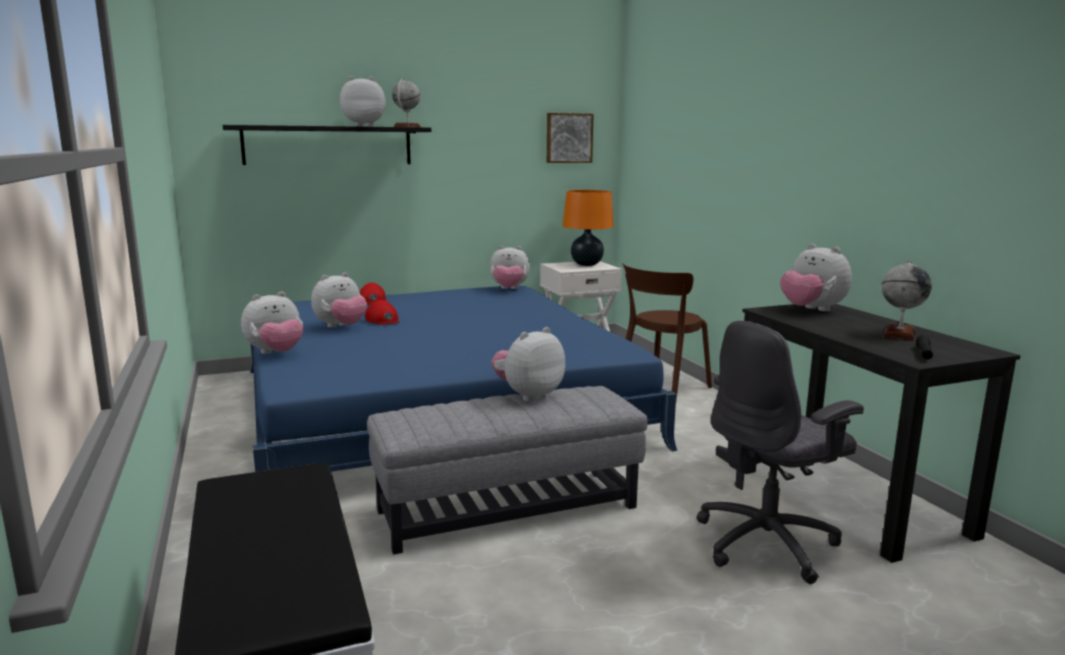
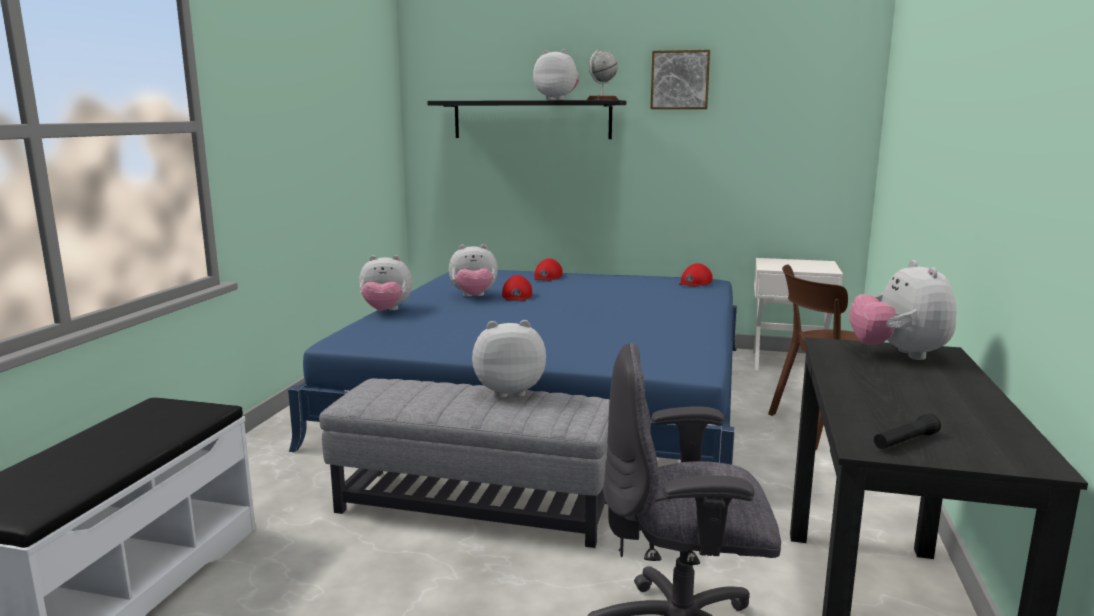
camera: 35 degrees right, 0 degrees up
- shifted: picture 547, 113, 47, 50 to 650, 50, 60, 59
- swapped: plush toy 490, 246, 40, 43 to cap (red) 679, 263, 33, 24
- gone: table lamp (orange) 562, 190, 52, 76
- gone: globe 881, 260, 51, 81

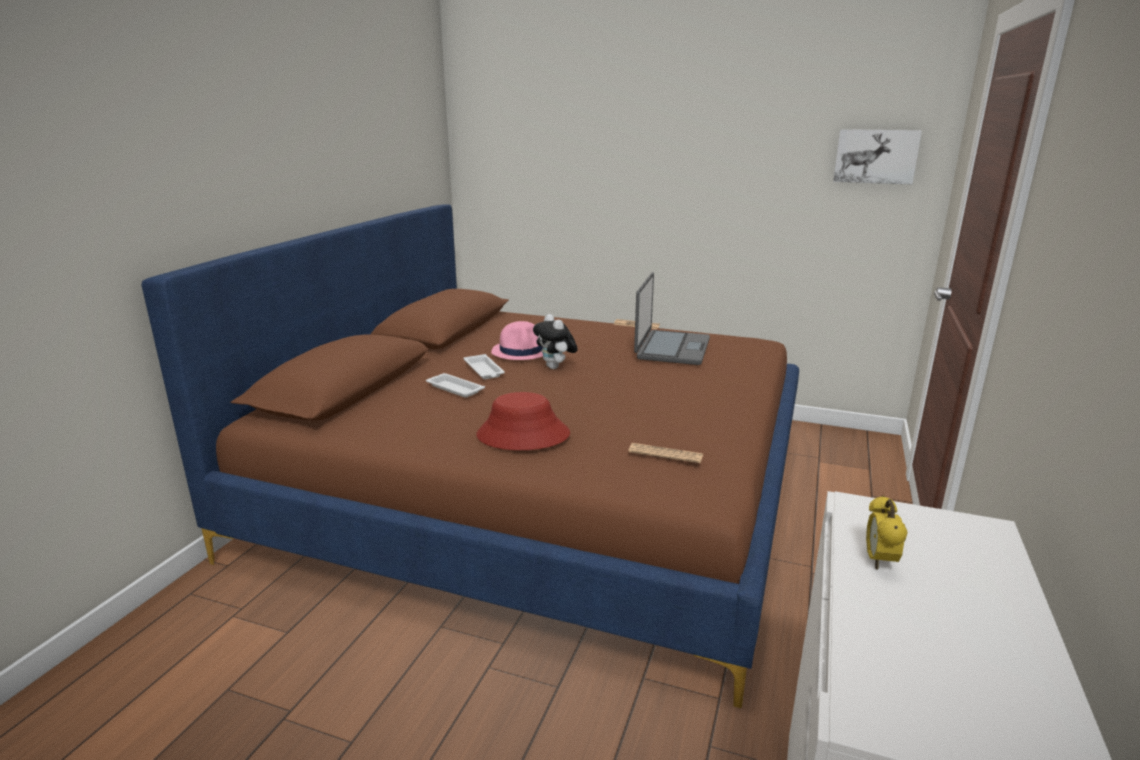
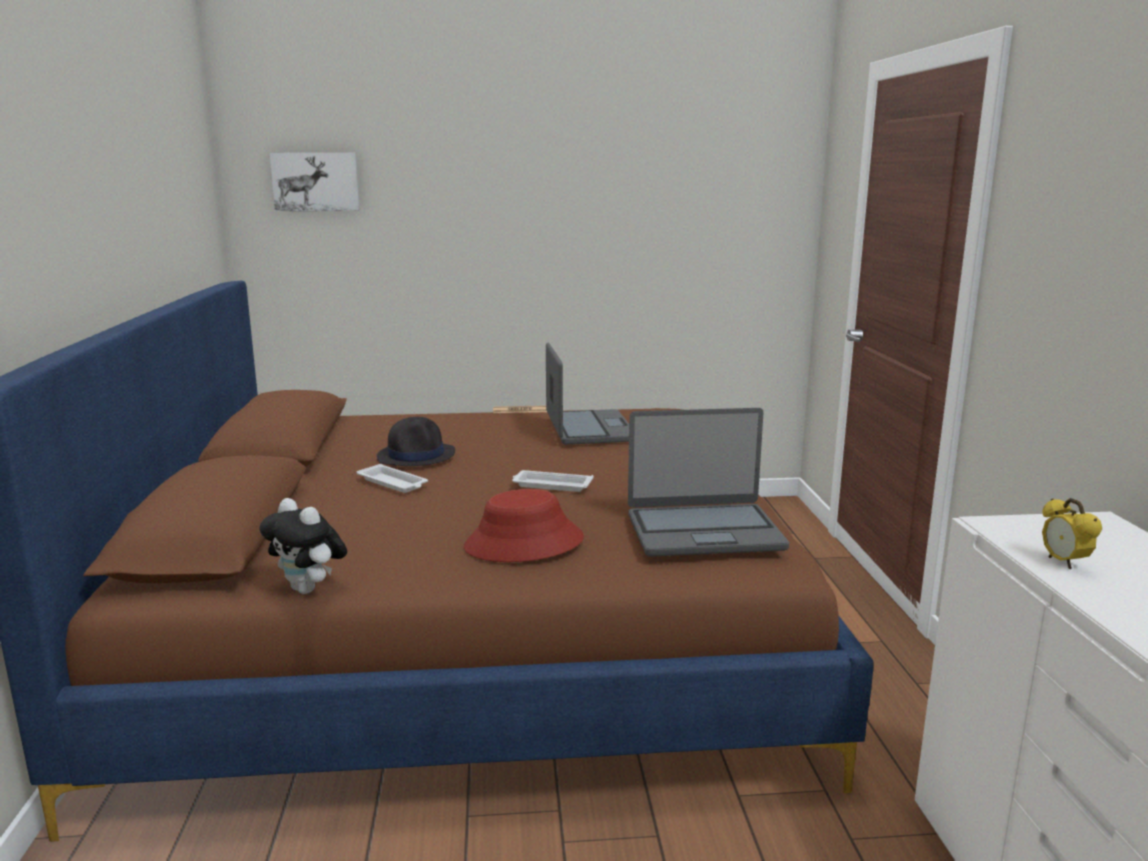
camera: 25 degrees left, 5 degrees down
- shifted: plush toy 533, 314, 45, 55 to 259, 498, 88, 96
- shifted: picture 833, 129, 89, 56 to 270, 153, 90, 58
- repainted: hat (pink) 491, 321, 52, 39 to hat (black) 377, 417, 78, 49
- shifted: tray (white) 426, 373, 59, 25 to 512, 470, 82, 22
- swapped: newspaper 628, 443, 75, 20 to laptop 628, 408, 161, 149

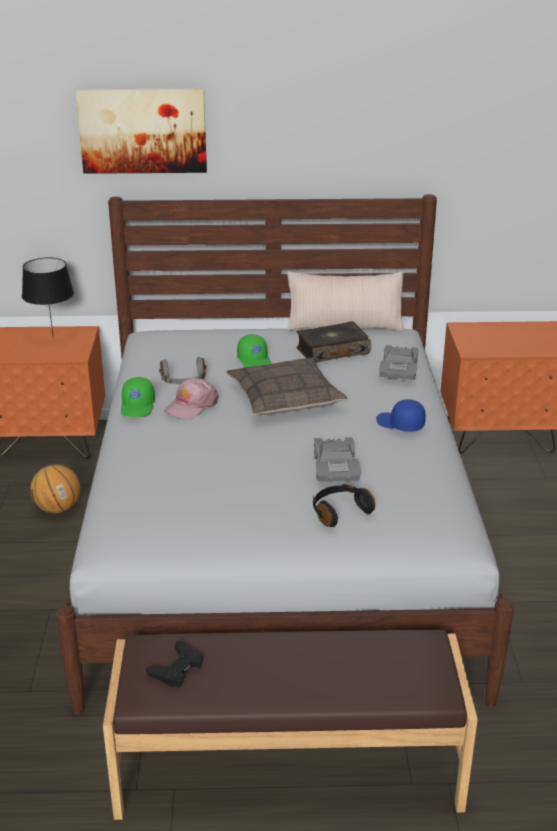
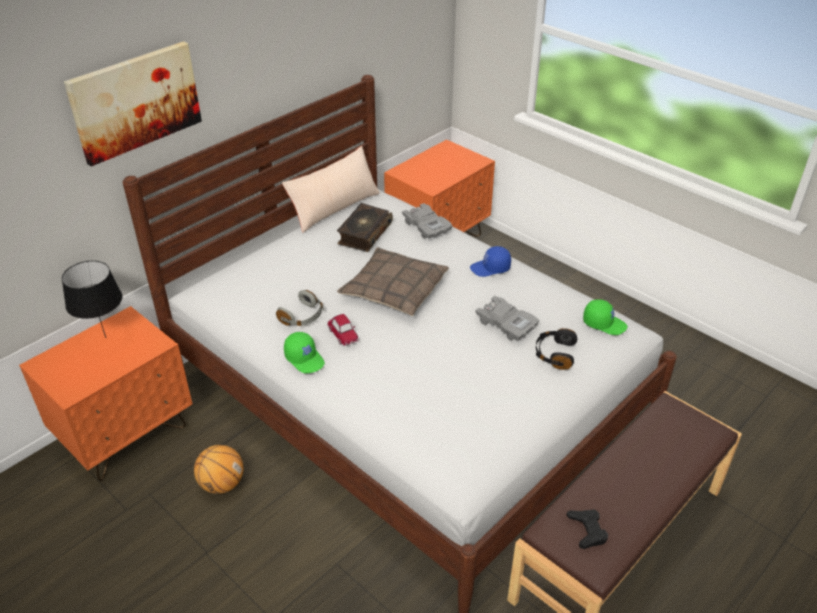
camera: 45 degrees left, 10 degrees up
- swapped: cap (pink) 164, 377, 54, 43 to toy car 327, 314, 32, 32
- shifted: cap (green) 237, 334, 34, 33 to 583, 299, 44, 36

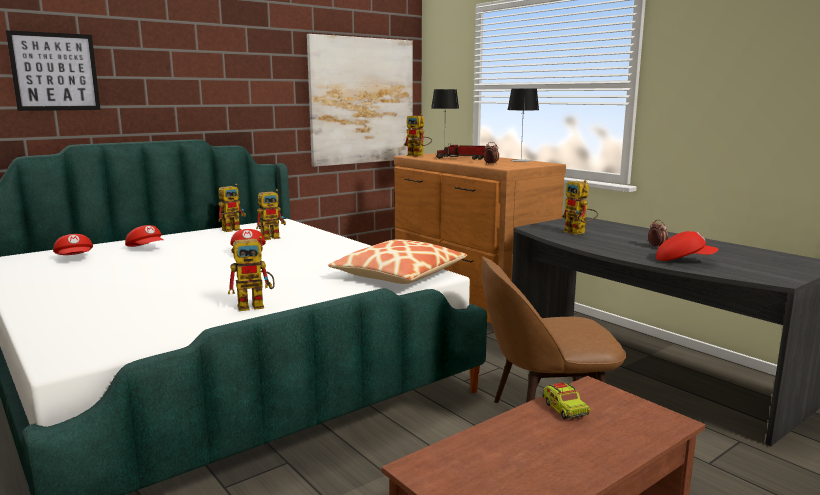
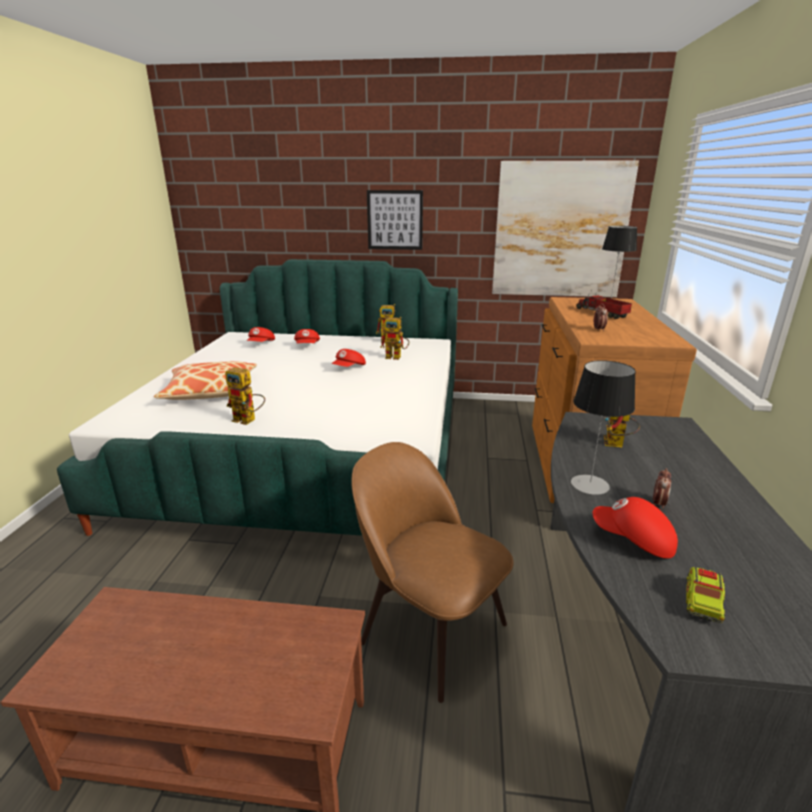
camera: 45 degrees right, 10 degrees up
- shifted: pillow 328, 239, 139, 45 to 154, 361, 103, 39
- shifted: picture 6, 30, 95, 81 to 367, 190, 56, 60
- shifted: table lamp 508, 89, 31, 73 to 571, 360, 65, 135
- rotated: cap (red) 656, 231, 62, 30 = 592, 497, 86, 62 150 degrees clockwise
- shifted: toy truck 542, 382, 49, 37 to 686, 567, 39, 56
- gone: toy robot 404, 114, 28, 43

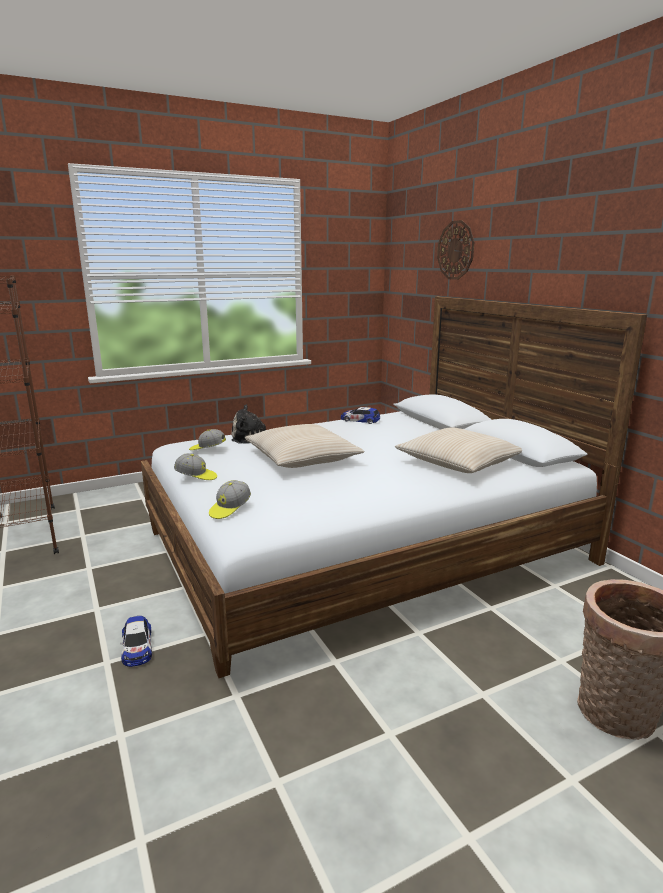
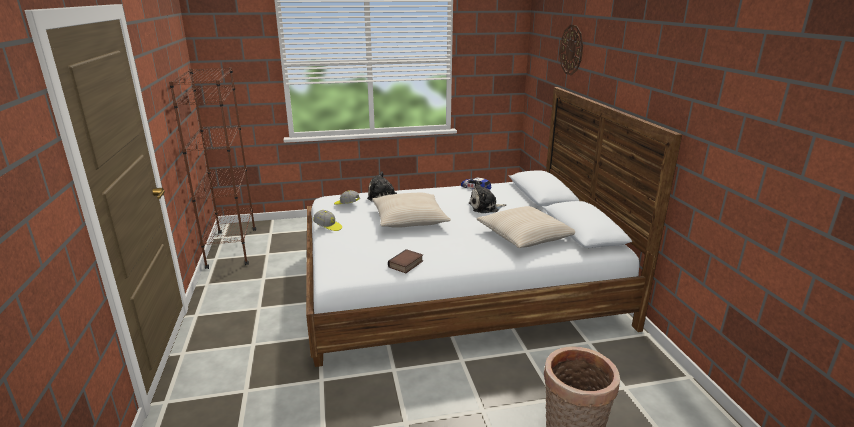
camera: 15 degrees right, 5 degrees up
- new: book 388, 249, 35, 24
- new: plush toy 469, 181, 37, 32
- gone: toy car 120, 616, 32, 51
- gone: cap 209, 480, 42, 39

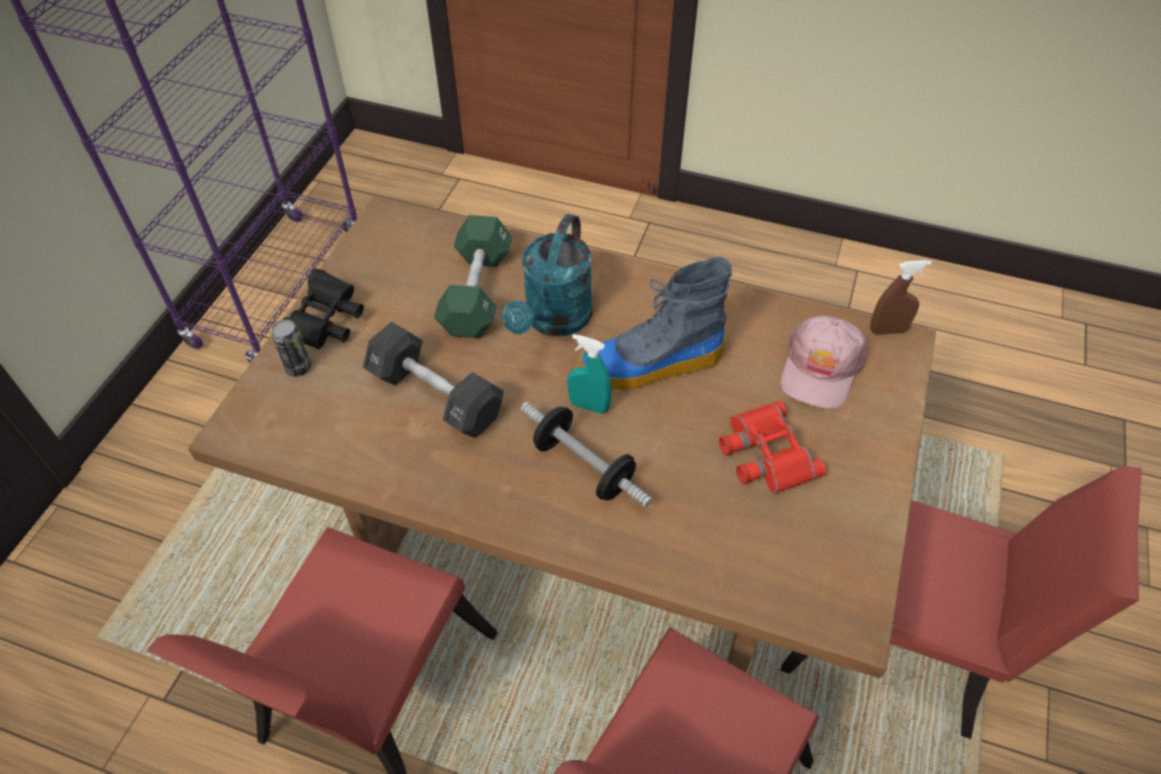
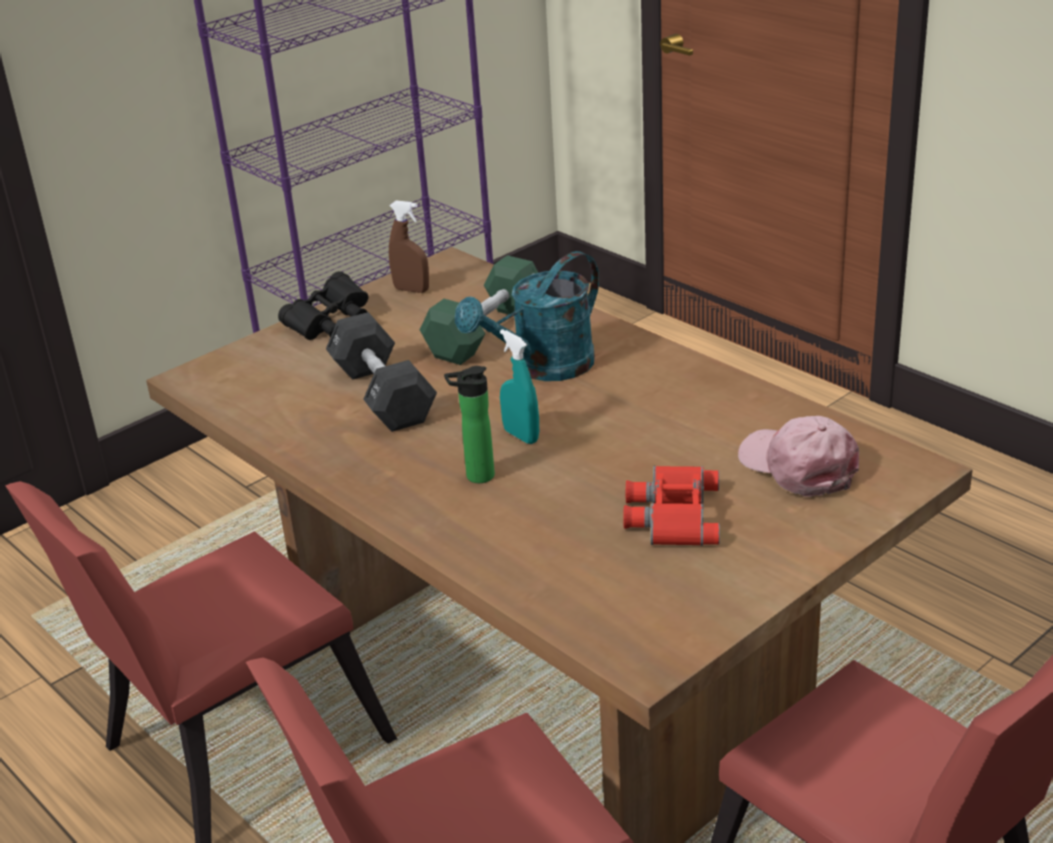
camera: 30 degrees right, 20 degrees down
- shifted: spray bottle (brown) 870, 260, 62, 75 to 389, 200, 40, 93
- swapped: dumbbell 520, 402, 132, 106 to bottle 444, 366, 51, 117
- rotated: cap (pink) 781, 316, 87, 93 = 738, 416, 121, 81 90 degrees clockwise
- gone: can 271, 319, 40, 57
- gone: boot 580, 257, 152, 133

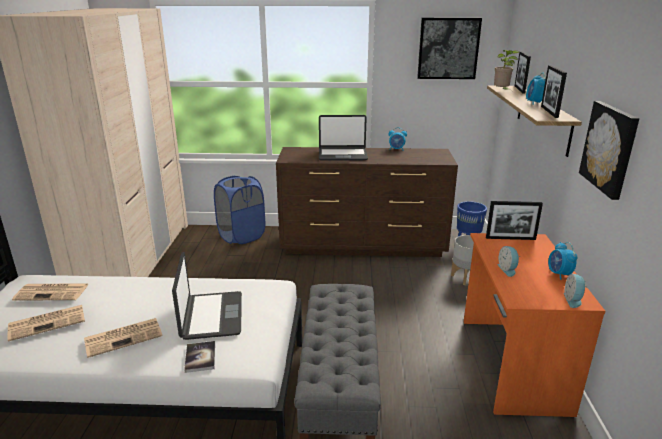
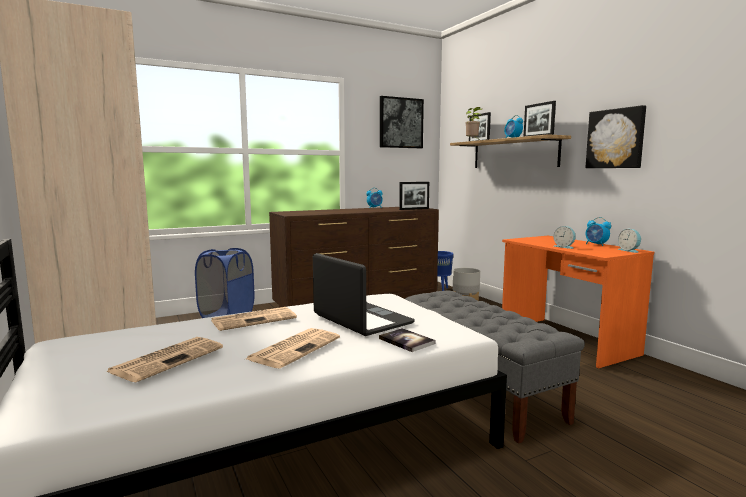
camera: 30 degrees left, 15 degrees down
- shifted: newspaper 12, 283, 77, 18 to 211, 307, 86, 24
- shifted: picture frame 486, 201, 57, 39 to 399, 182, 30, 28
- gone: laptop 319, 115, 49, 46

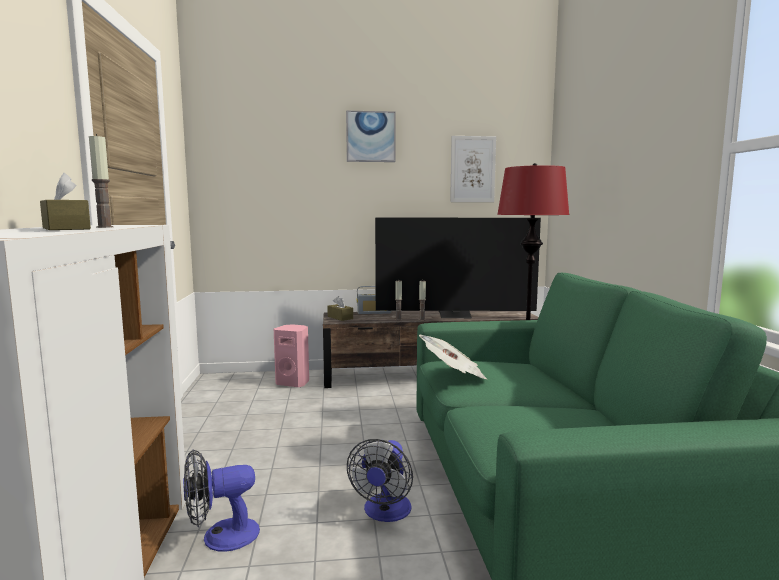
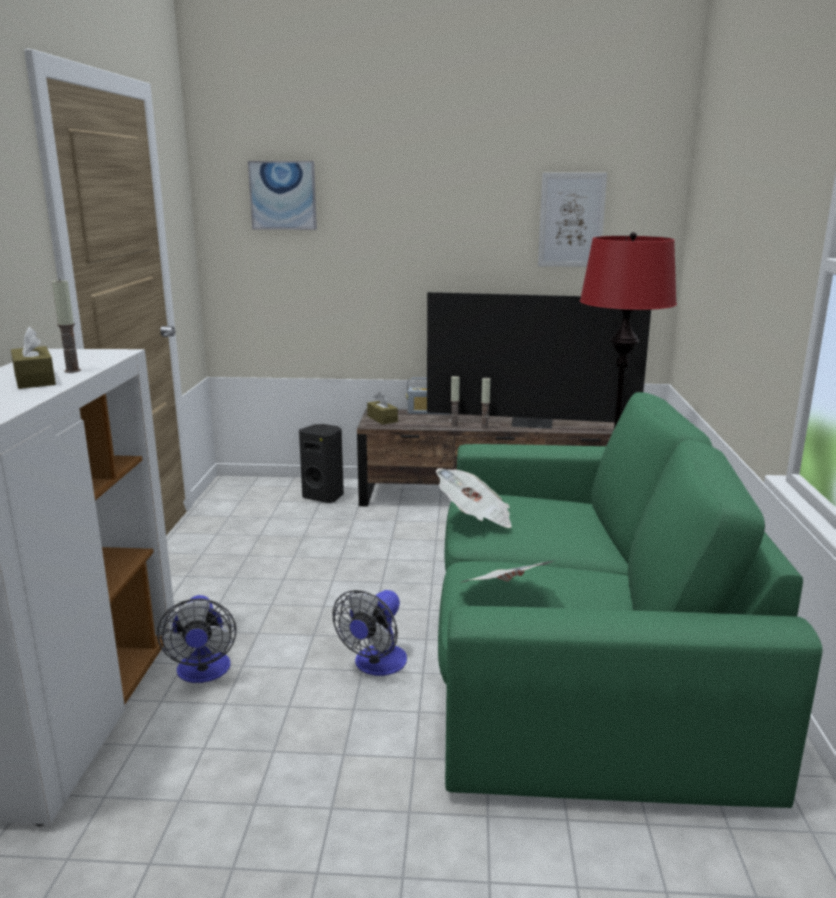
camera: 10 degrees right, 10 degrees up
- rotated: fan 183, 450, 77, 102 = 157, 595, 79, 88 90 degrees counterclockwise
- shifted: picture 346, 111, 50, 51 to 248, 161, 69, 69
- repainted: speaker (pink) 274, 324, 35, 63 to speaker (black) 299, 424, 45, 79
- new: newspaper 458, 561, 95, 22

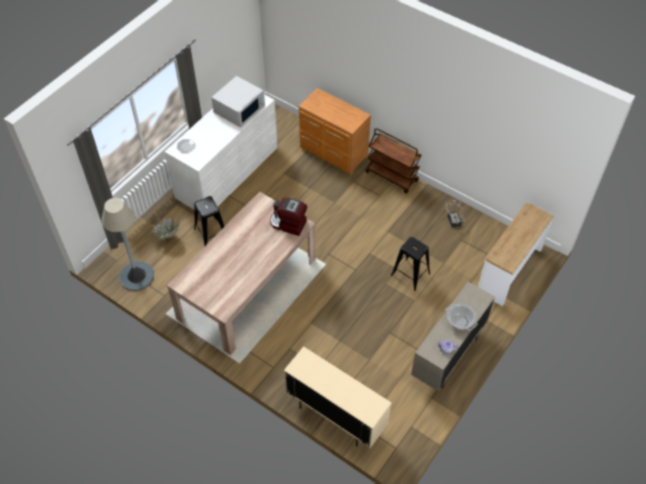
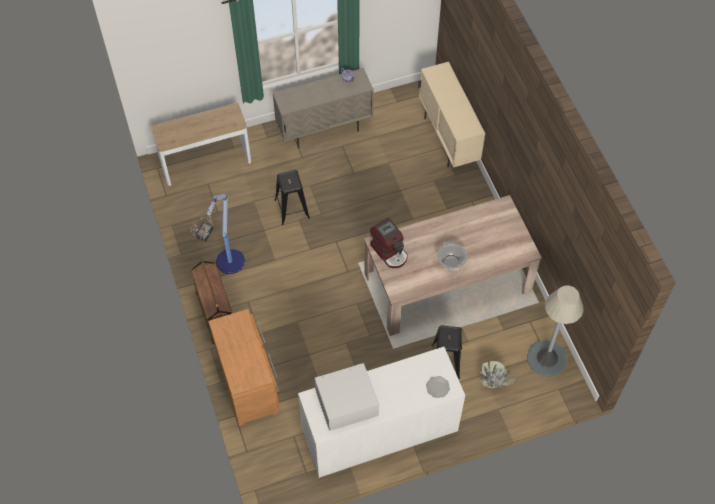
camera: 145 degrees left, 5 degrees up
- new: floor lamp 206, 194, 39, 80
- shifted: cooking pot 446, 304, 31, 27 to 437, 241, 30, 31

